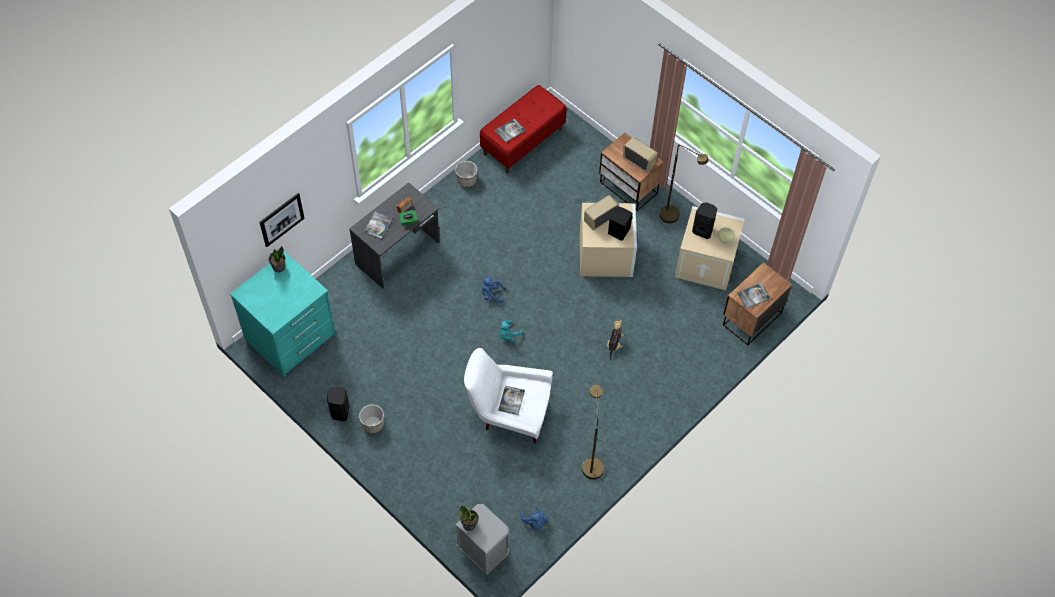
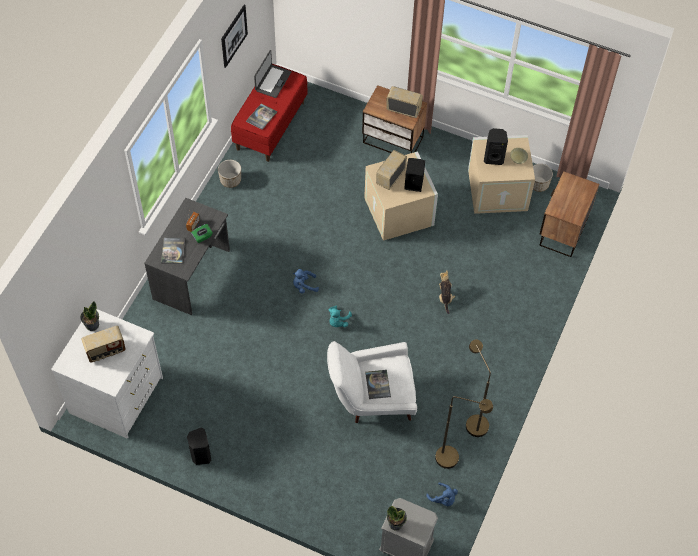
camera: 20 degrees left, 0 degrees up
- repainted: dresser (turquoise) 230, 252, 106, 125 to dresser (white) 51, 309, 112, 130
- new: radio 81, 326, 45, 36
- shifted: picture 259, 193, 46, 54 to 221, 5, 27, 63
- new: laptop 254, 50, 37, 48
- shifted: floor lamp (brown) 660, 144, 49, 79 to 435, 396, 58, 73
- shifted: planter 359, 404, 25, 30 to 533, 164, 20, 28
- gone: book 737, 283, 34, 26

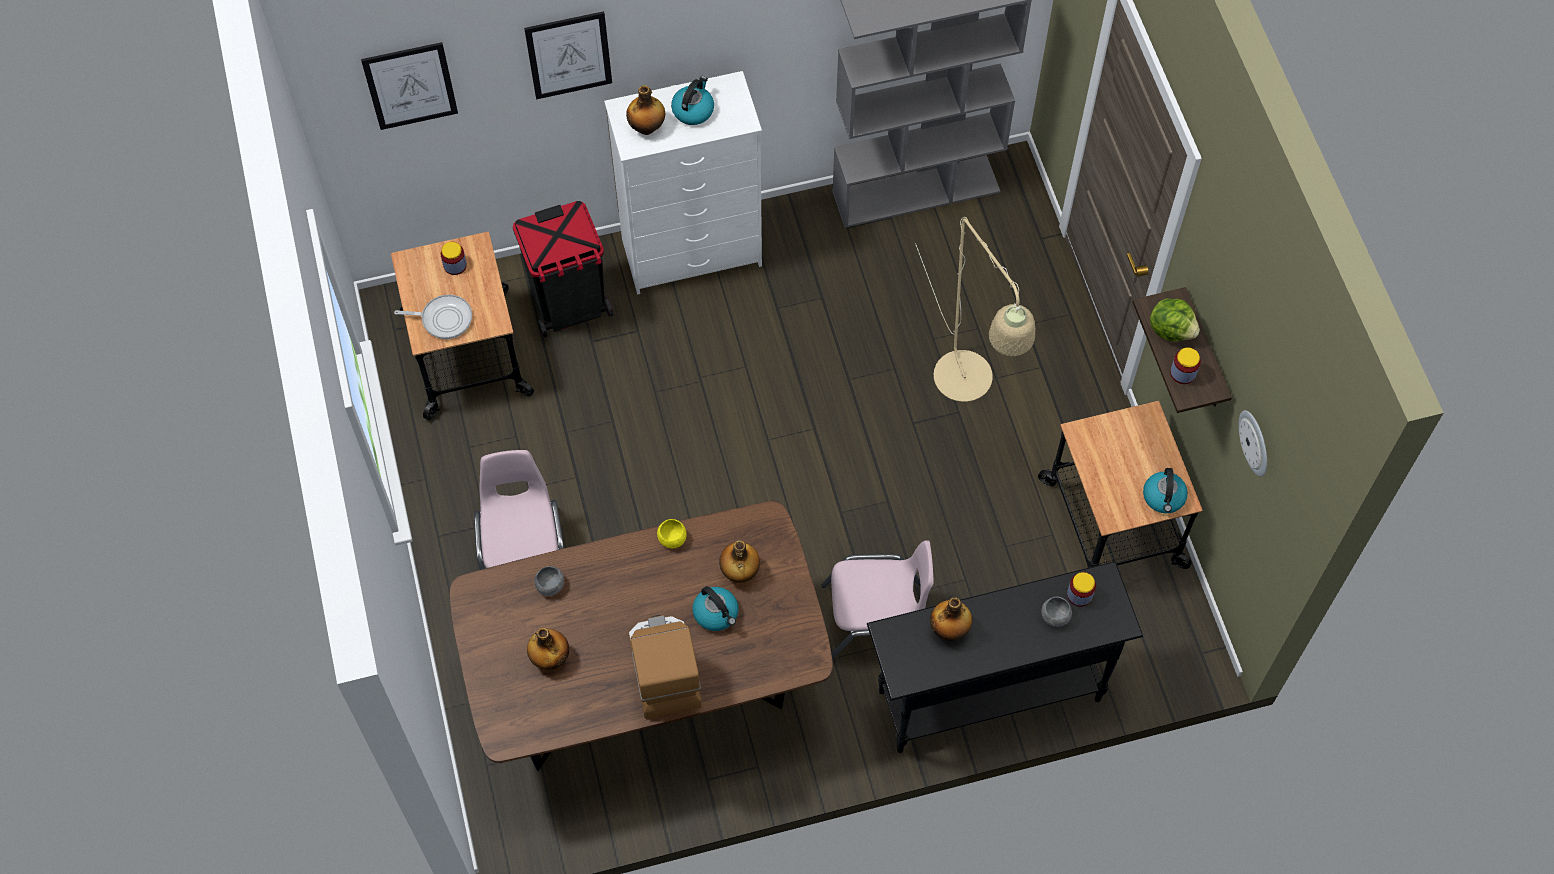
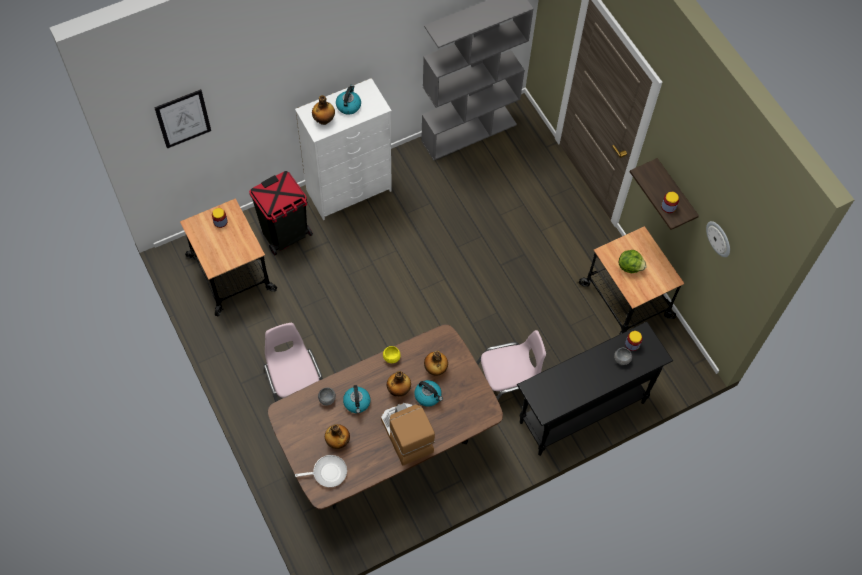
camera: 15 degrees left, 0 degrees up
- shifted: frying pan 394, 295, 78, 44 to 295, 455, 52, 32
- shifted: kettle 1143, 468, 45, 45 to 343, 385, 28, 28
- shifted: bottle 930, 597, 42, 44 to 387, 371, 24, 26
- shifted: lettuce 1150, 299, 50, 43 to 619, 250, 28, 23
- gone: picture 524, 11, 88, 88
- gone: floor lamp (beige) 915, 217, 120, 185

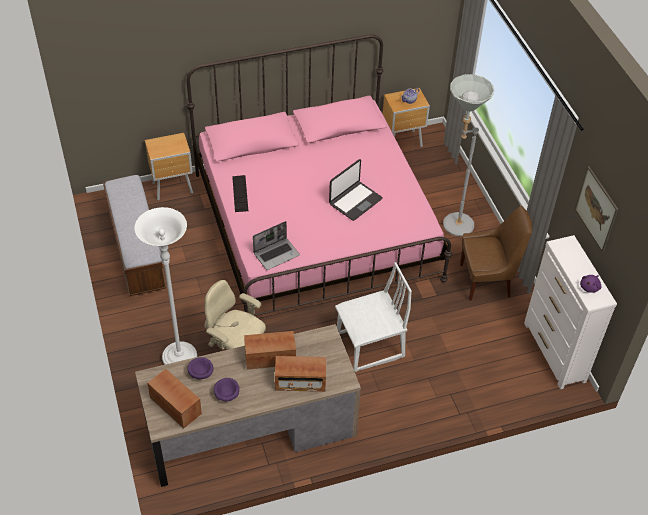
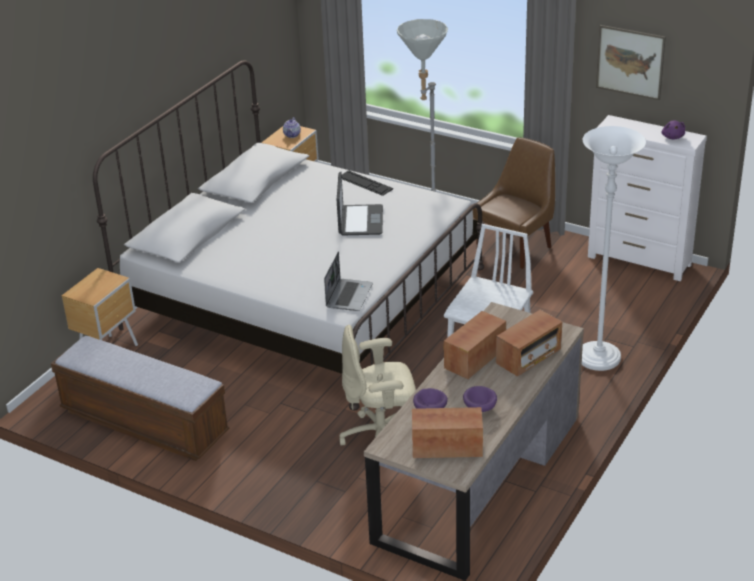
camera: 40 degrees left, 15 degrees down
- repainted: bed (pink) 186, 34, 266, 282 to bed (white) 93, 60, 391, 351
- shifted: keyboard 232, 175, 16, 37 to 342, 170, 51, 26
- shifted: floor lamp (white) 134, 207, 63, 158 to 581, 126, 65, 245

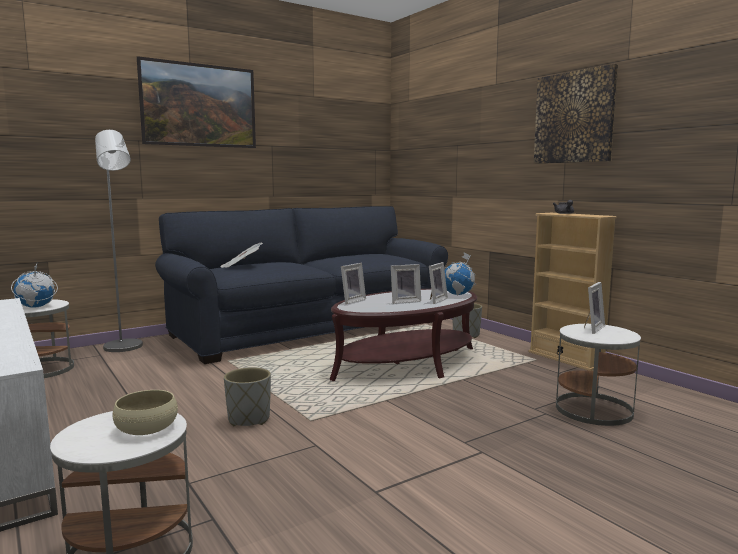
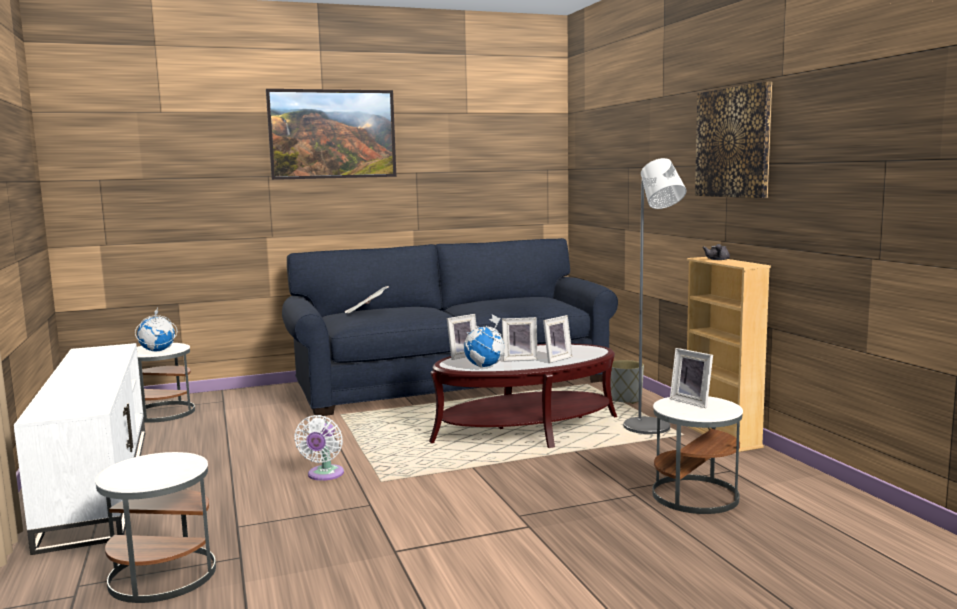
camera: 15 degrees right, 0 degrees up
- swapped: planter (grey) 224, 367, 47, 60 to fan (white) 294, 415, 50, 66
- shifted: globe 444, 253, 32, 42 to 464, 314, 41, 54
- shifted: floor lamp (grey) 95, 130, 48, 222 to 624, 158, 63, 276
- rotated: picture frame 584, 282, 21, 52 = 670, 348, 43, 60 90 degrees clockwise
- gone: bowl (beige) 113, 390, 65, 45

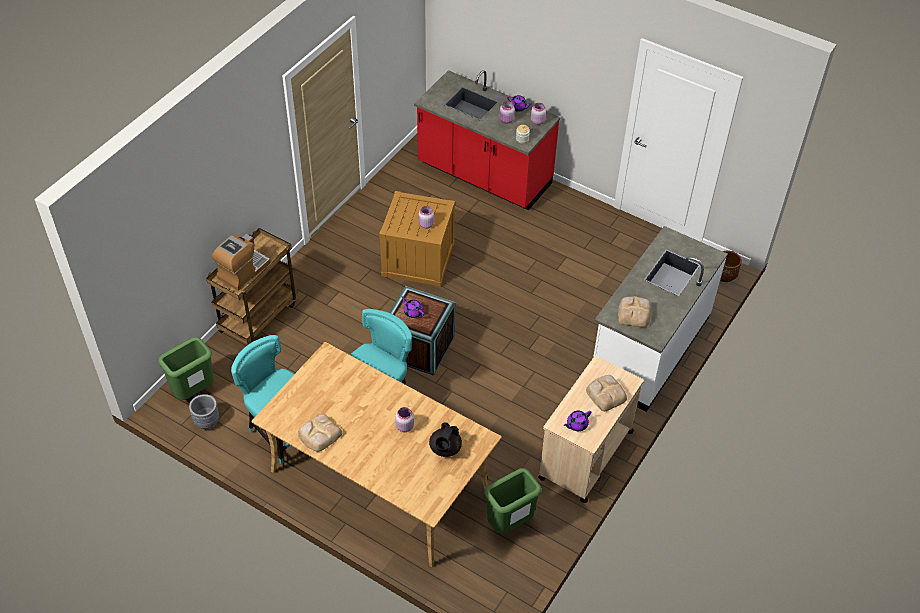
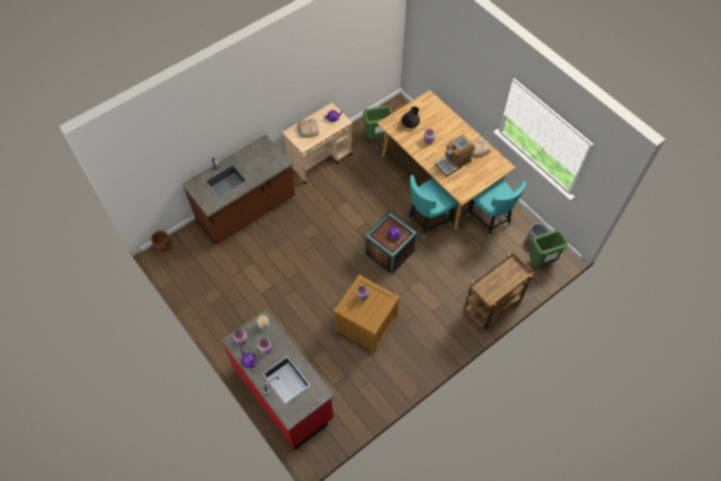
camera: 160 degrees left, 10 degrees up
- repainted: counter (white) 593, 226, 135, 186 to counter (brown) 182, 135, 113, 109
- shifted: coffee machine 212, 234, 59, 57 to 435, 135, 40, 42
- gone: bread 618, 296, 33, 31

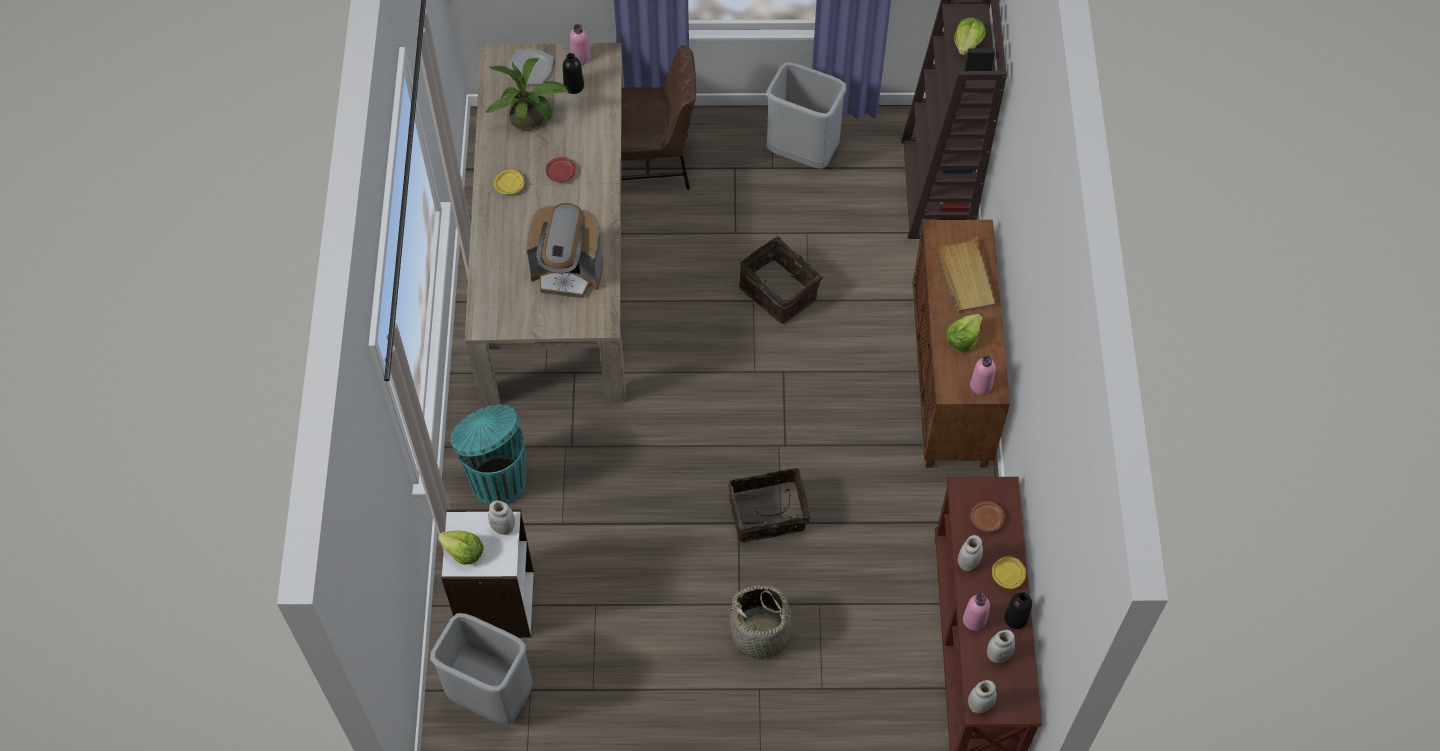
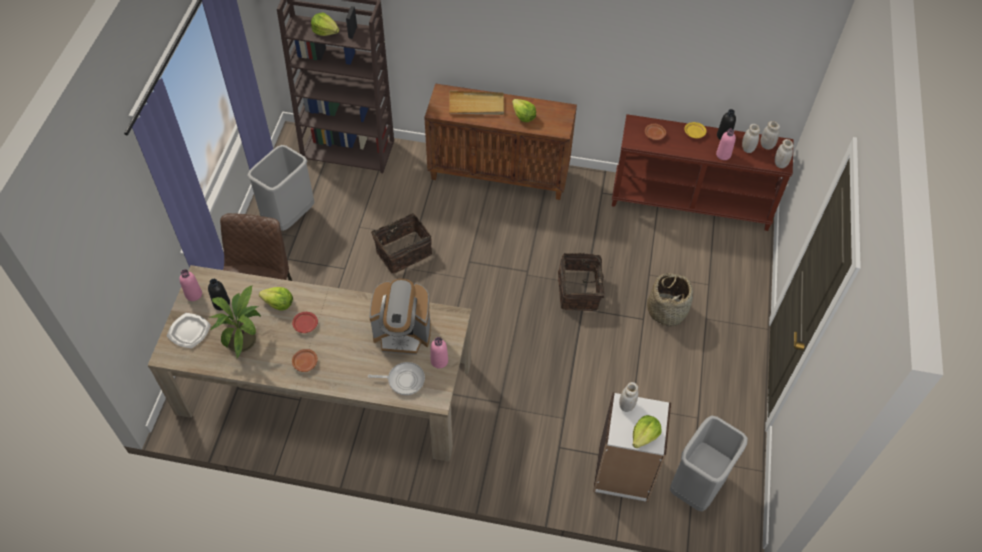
camera: 80 degrees left, 5 degrees down
- new: lettuce 259, 287, 34, 24
- repainted: plate (yellow) 493, 170, 32, 25 to plate (brown) 292, 349, 26, 23
- new: frying pan 368, 362, 57, 33
- rotated: coffee machine 526, 203, 77, 95 = 370, 279, 61, 76 75 degrees clockwise
- shifted: bottle (pink) 970, 355, 26, 40 to 431, 337, 17, 32
- shifted: jar (white) 958, 535, 25, 36 to 761, 121, 19, 29
- gone: trash can (turquoise) 450, 405, 76, 100

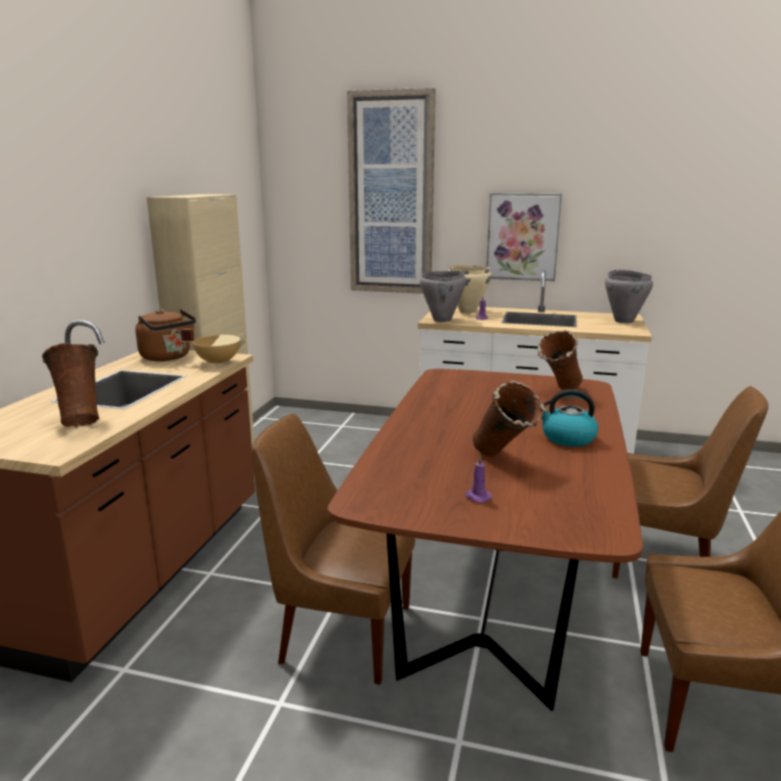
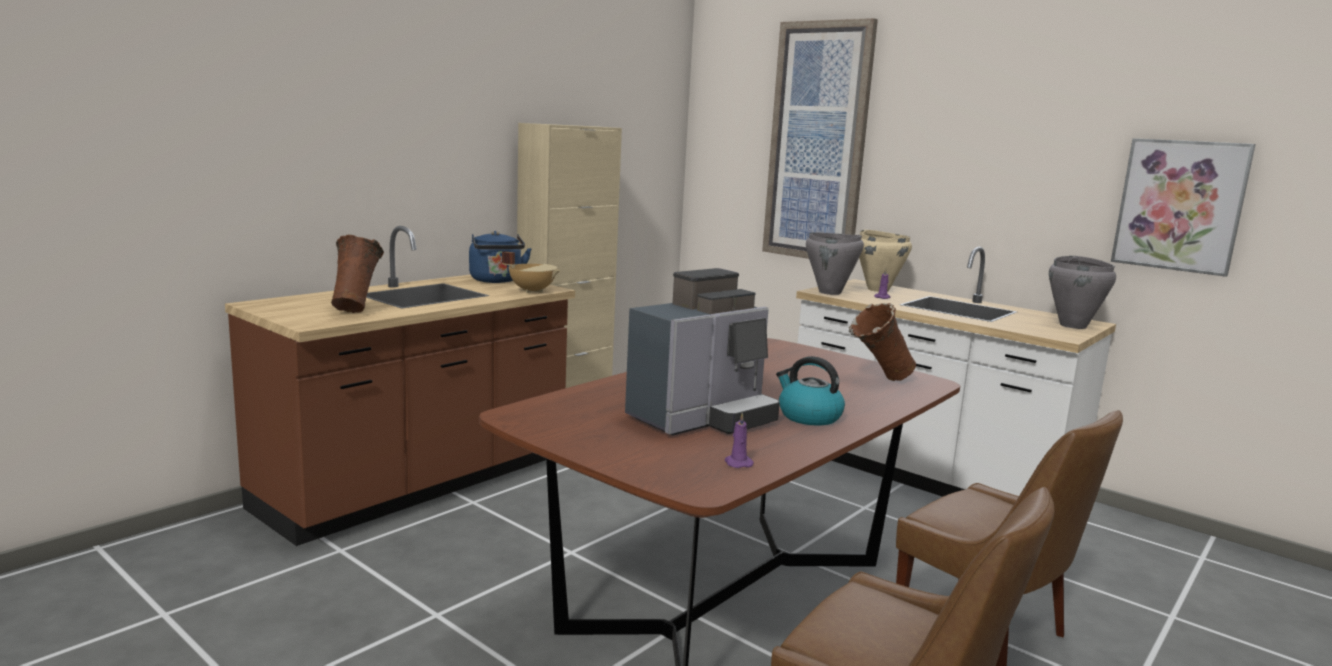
camera: 25 degrees right, 5 degrees down
- repainted: kettle (brown) 135, 309, 61, 52 to kettle (blue) 469, 231, 63, 52
- swapped: vase (brown) 473, 381, 73, 76 to coffee machine 625, 268, 155, 168
- shifted: candle (purple) 466, 455, 26, 48 to 725, 412, 29, 56
- shifted: picture 486, 193, 76, 88 to 1111, 138, 145, 139
- gone: chair (brown) 252, 414, 163, 271

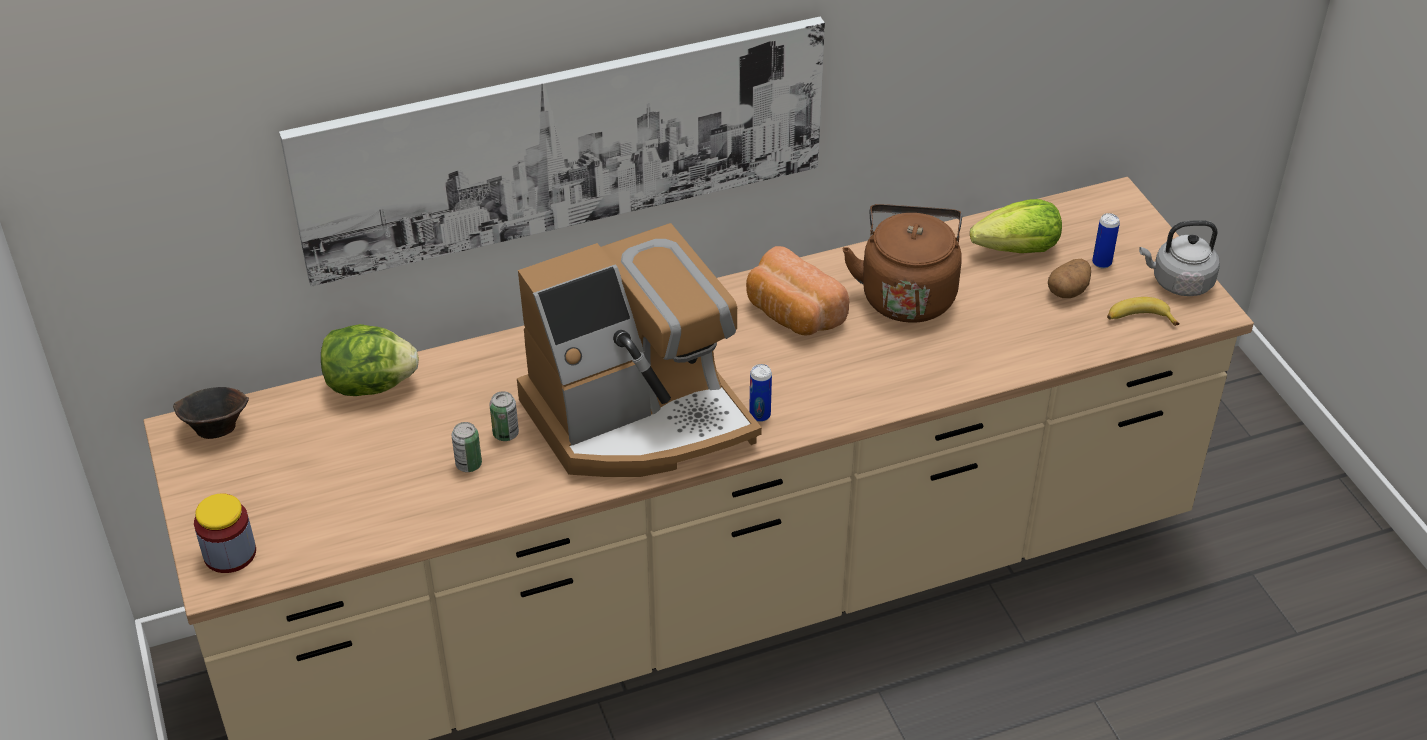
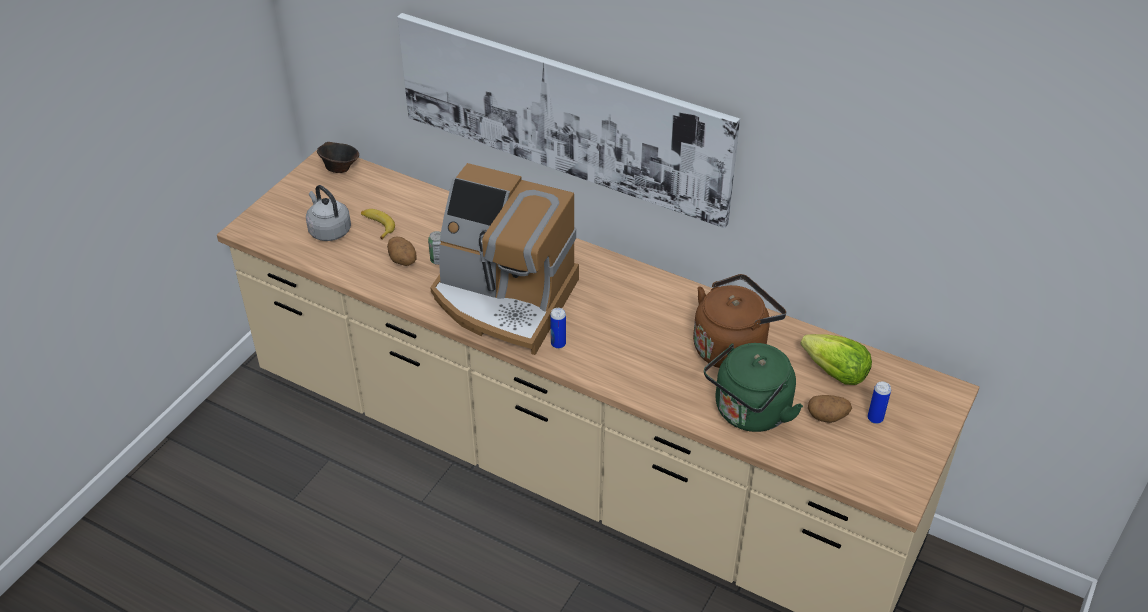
camera: 50 degrees right, 0 degrees up
- shifted: kettle (grey) 1139, 220, 81, 76 to 306, 185, 45, 56
- shifted: banana 1107, 297, 73, 29 to 361, 209, 34, 31
- swapped: can 452, 422, 30, 50 to potato 387, 237, 30, 29
- new: kettle (green) 704, 343, 99, 89
- gone: jar 194, 493, 62, 80
- gone: lettuce 321, 324, 98, 72
- gone: bread 746, 246, 103, 89

